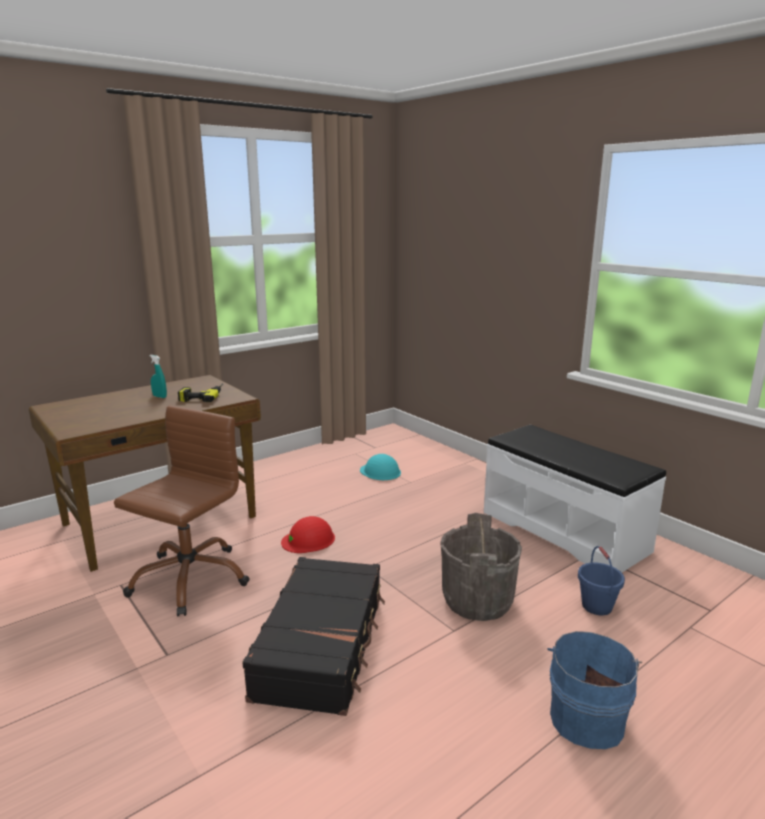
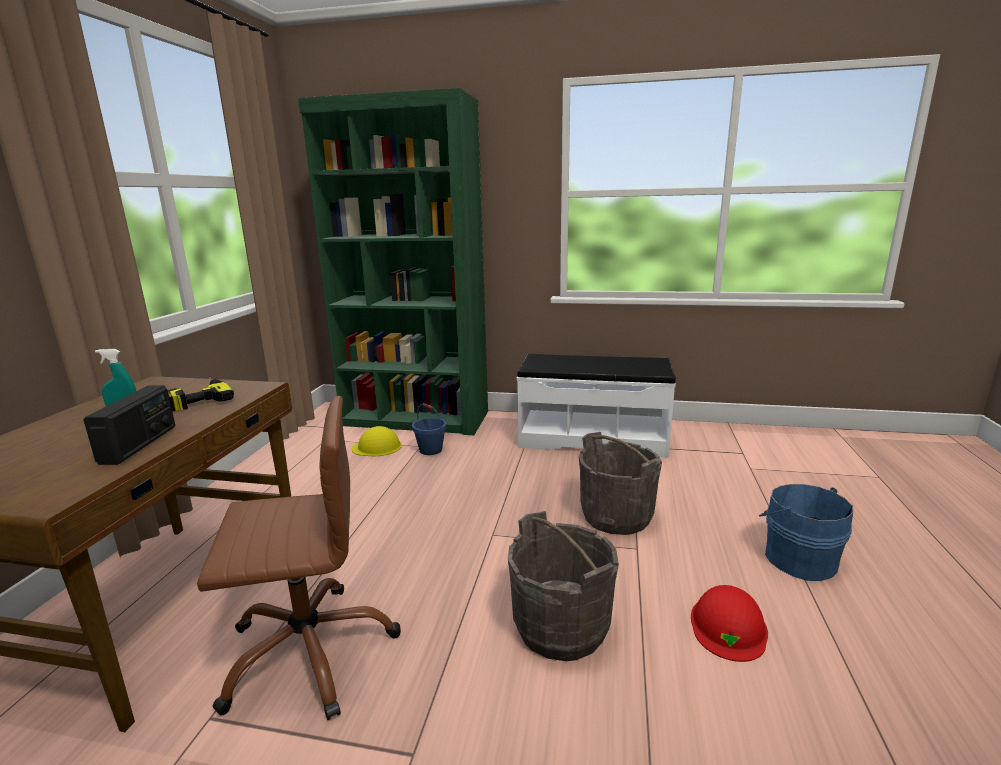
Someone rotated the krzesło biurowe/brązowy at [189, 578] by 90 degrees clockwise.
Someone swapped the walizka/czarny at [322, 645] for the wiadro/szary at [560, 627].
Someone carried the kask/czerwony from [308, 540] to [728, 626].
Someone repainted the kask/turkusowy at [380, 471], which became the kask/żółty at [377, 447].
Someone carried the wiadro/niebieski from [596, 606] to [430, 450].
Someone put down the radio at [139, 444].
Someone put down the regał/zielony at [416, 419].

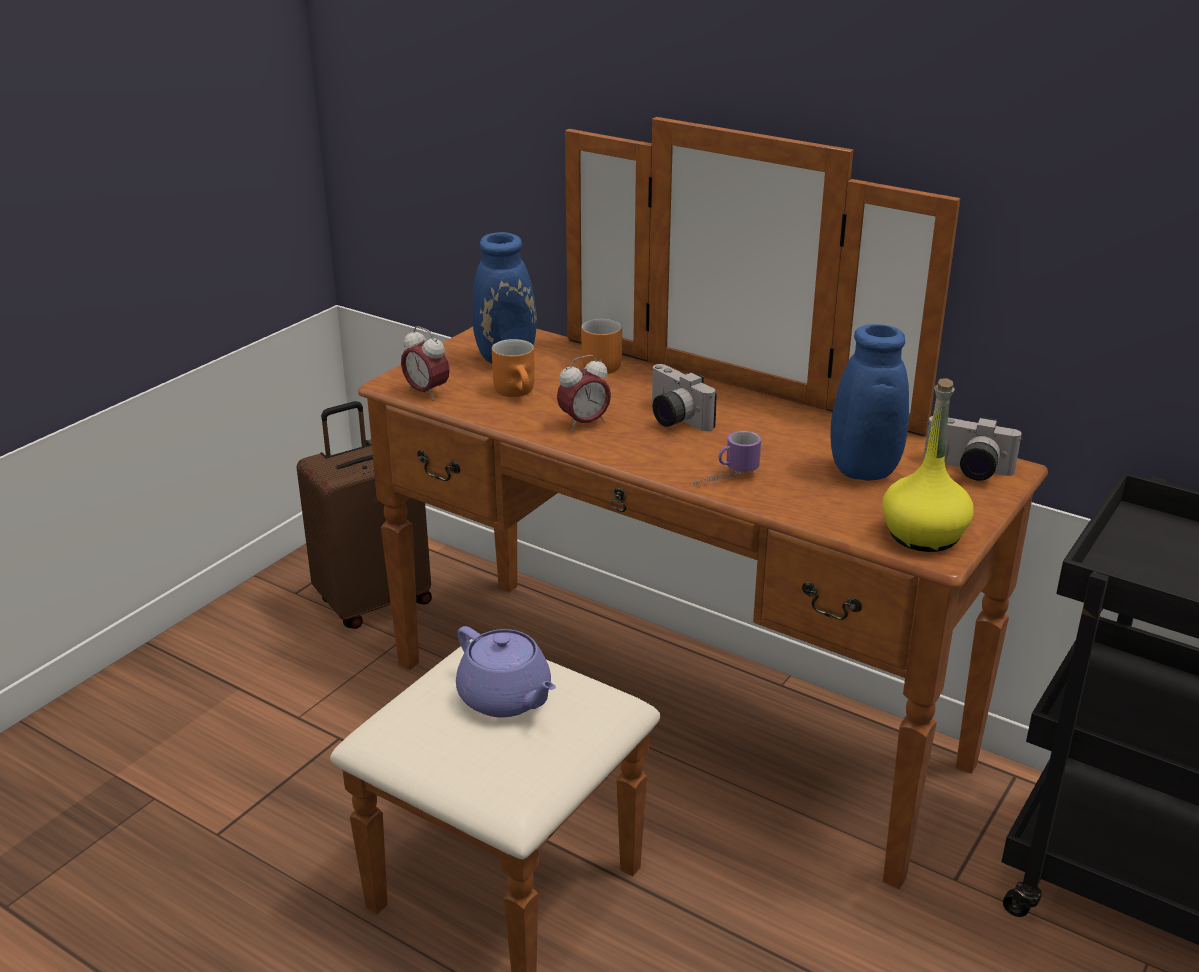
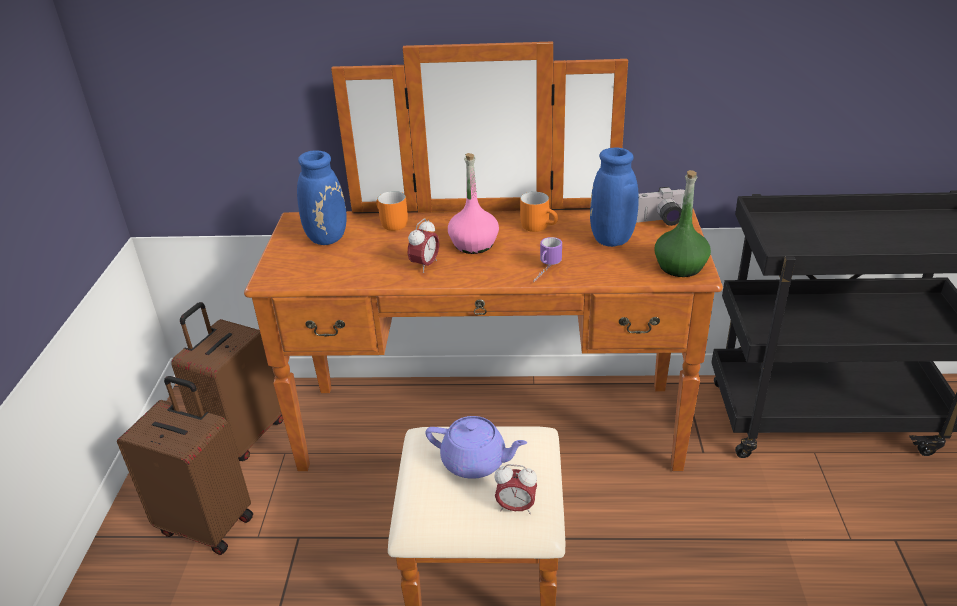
Someone carried the budzik from [426, 393] to [516, 507].
Someone carried the kubek/pomarańczowy from [519, 392] to [539, 226].
Someone swapped the aparat fotograficzny at [672, 419] for the butelka/różowy at [474, 244].
Someone repainted the butelka/żółty at [924, 535], which became the butelka/zielony at [680, 266].
Someone put down the walizka/brązowy at [208, 523].

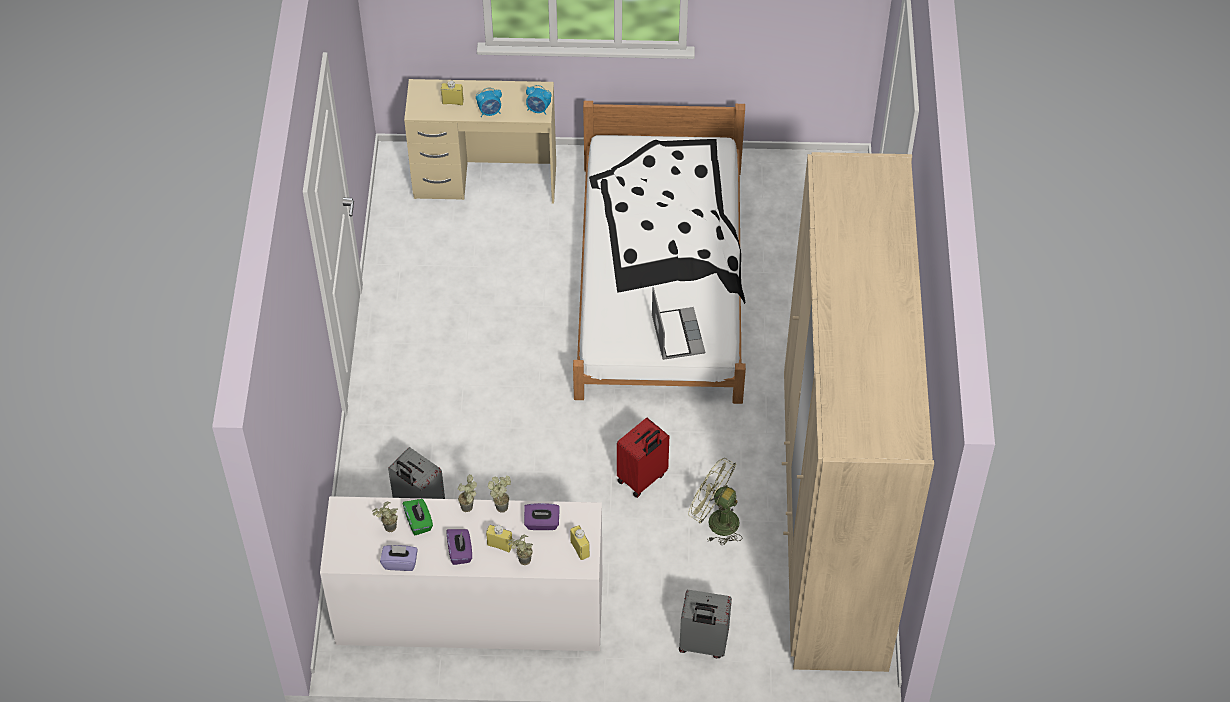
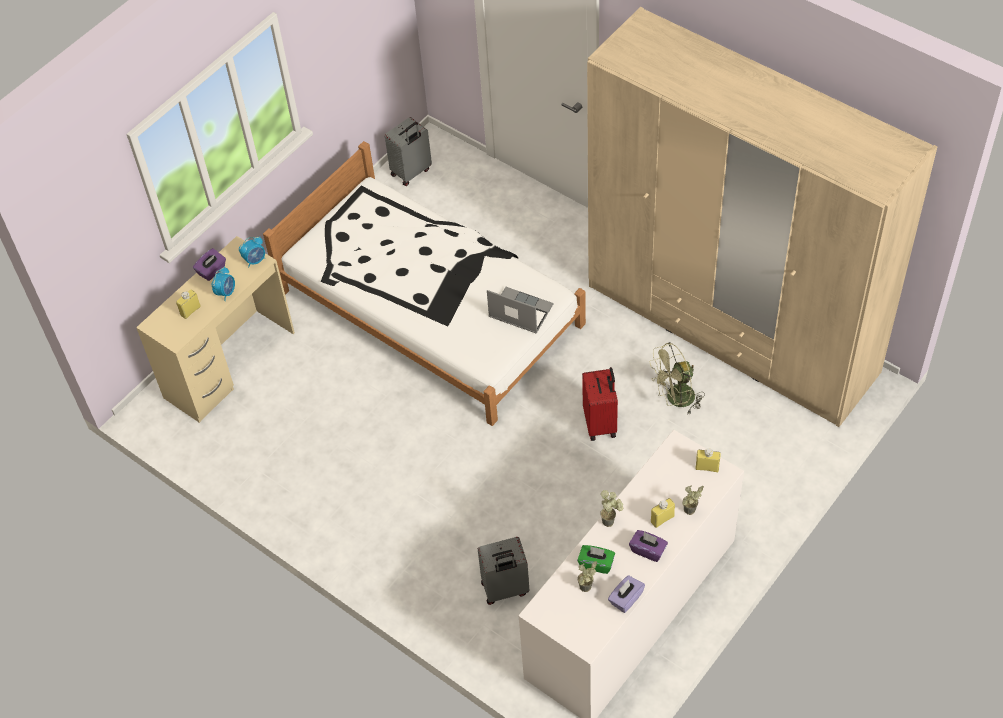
Someone took away the roślina doniczkowa at [502, 504].
Someone carried the pudełko chusteczek/fioletowy from [542, 523] to [212, 271].
Someone carried the walizka/szary from [702, 644] to [411, 172].

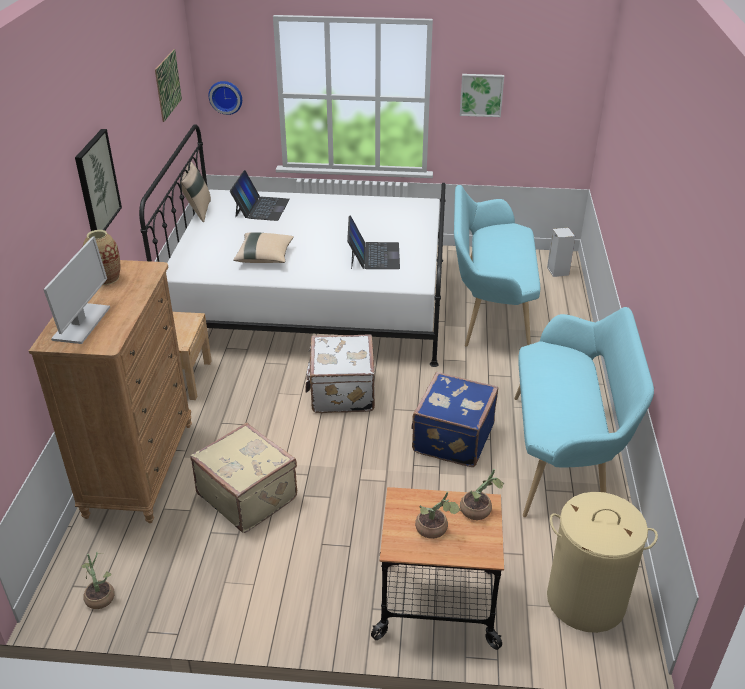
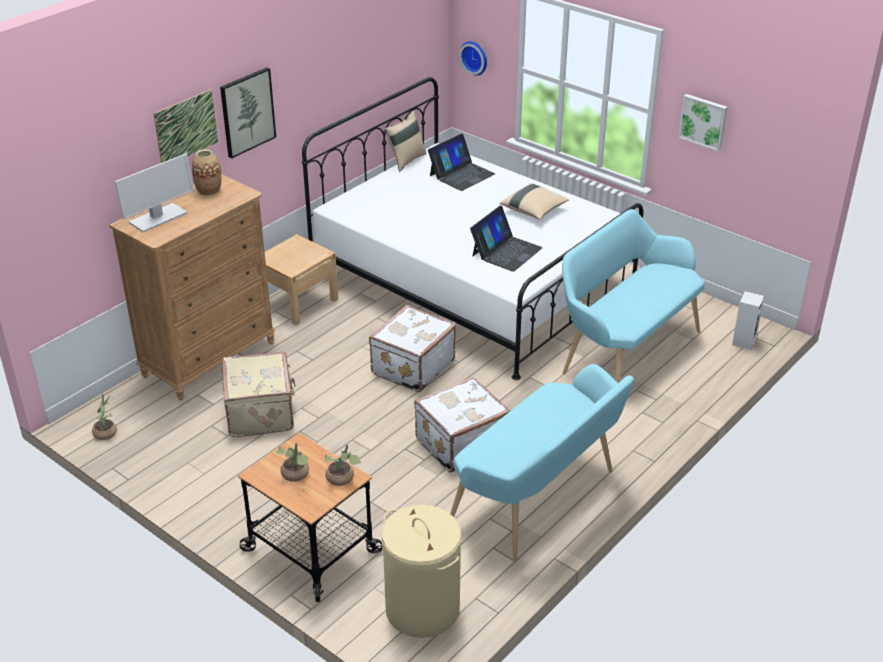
Someone carried the obraz from [168, 85] to [186, 127].
Someone carried the poduszka/beżowy from [265, 257] to [534, 210].
Someone repainted the walizka/niebieski at [451, 438], which became the walizka/biały at [459, 443].

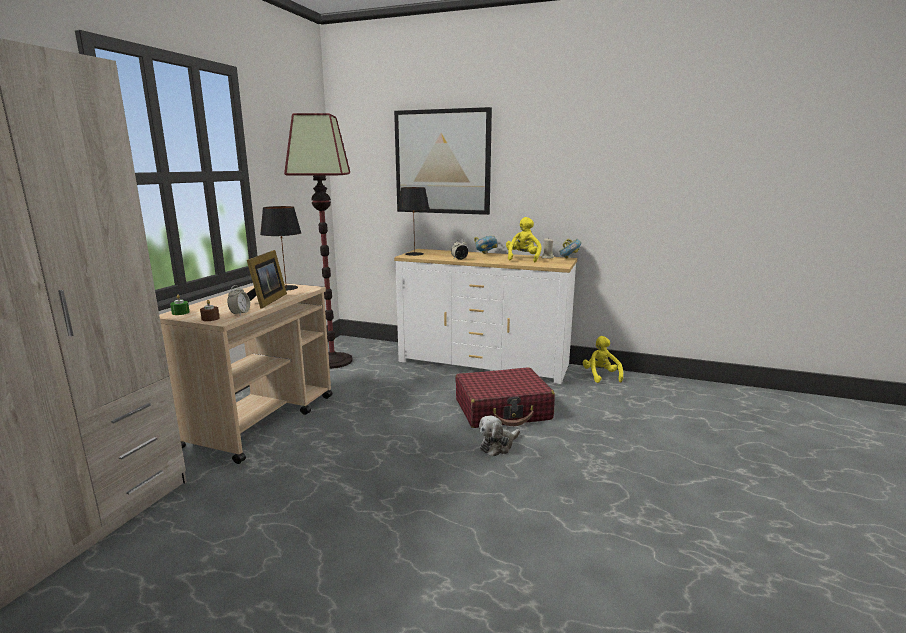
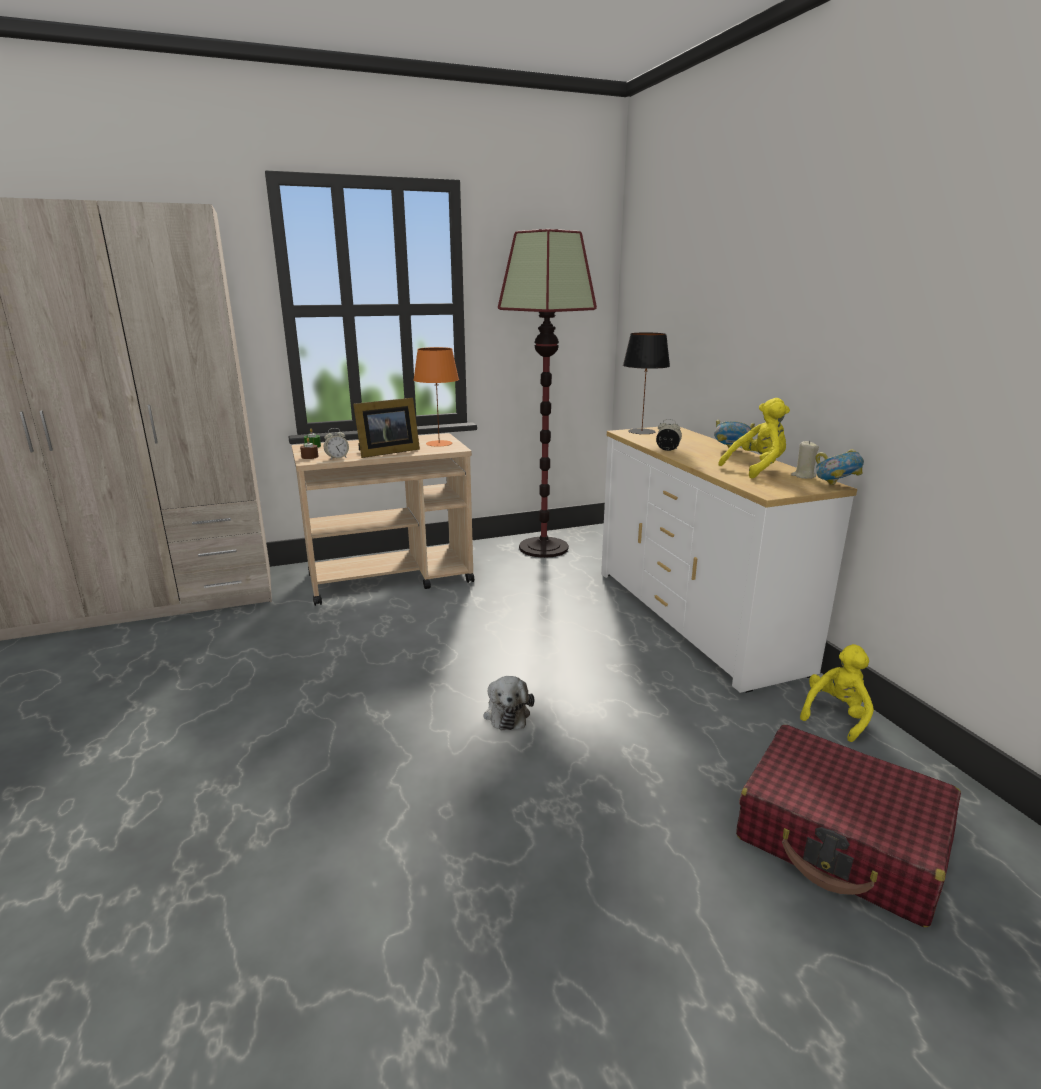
Someone repainted the lampa stołowa/czarny at [286, 288], which became the lampa stołowa/pomarańczowy at [439, 443].
Someone took away the obraz at [442, 162].
Someone carried the walizka/czerwony from [503, 410] to [841, 839].
Someone rotated the pluszak at [498, 446] by 105 degrees counterclockwise.

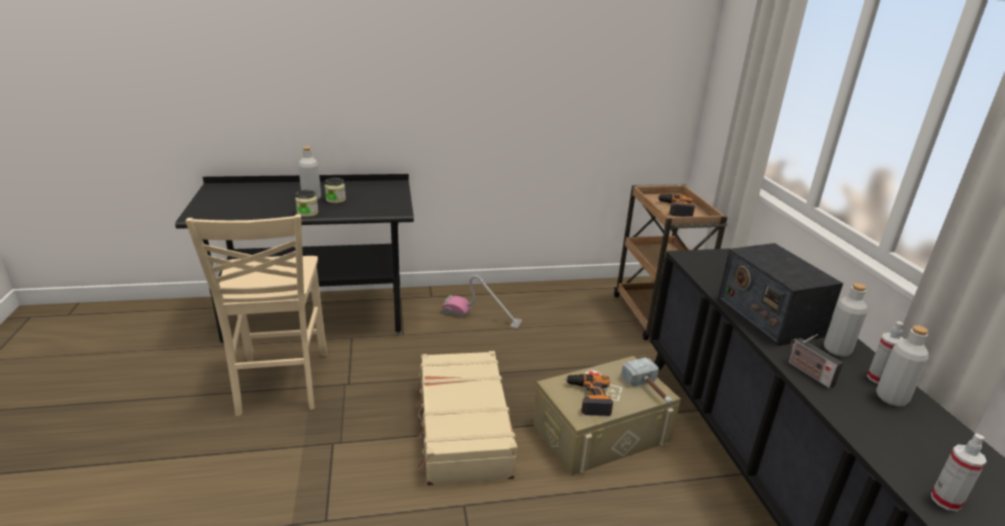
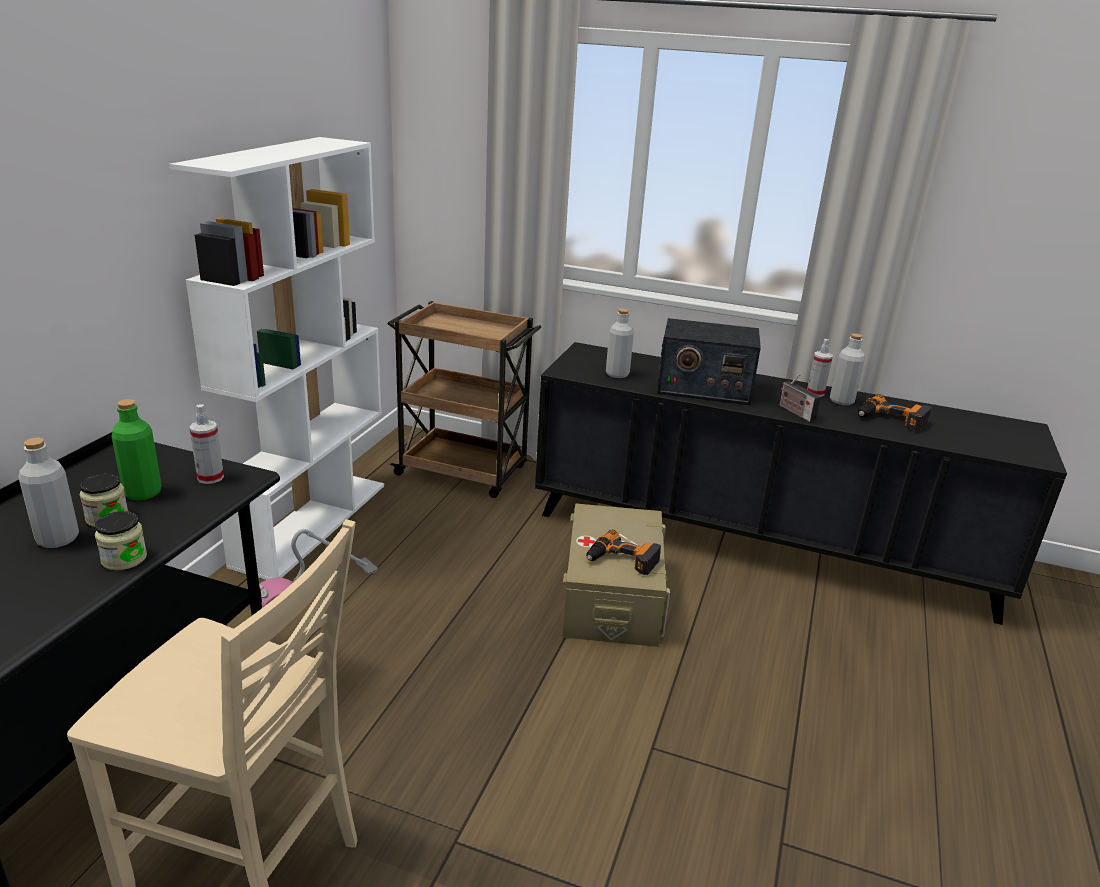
Someone took away the walizka/beżowy at [462, 427].
Someone took away the młotek at [649, 390].
Someone carried the wiertarka from [675, 209] to [891, 420].
Someone rotated the radio at [808, 373] by 60 degrees clockwise.
Someone carried the butelka/szary from [837, 350] to [617, 374].
Someone carried the spryskiwacz from [945, 500] to [210, 477].
Someone put down the butelka/zielony at [143, 493].
Someone put down the regał/biały at [311, 523].

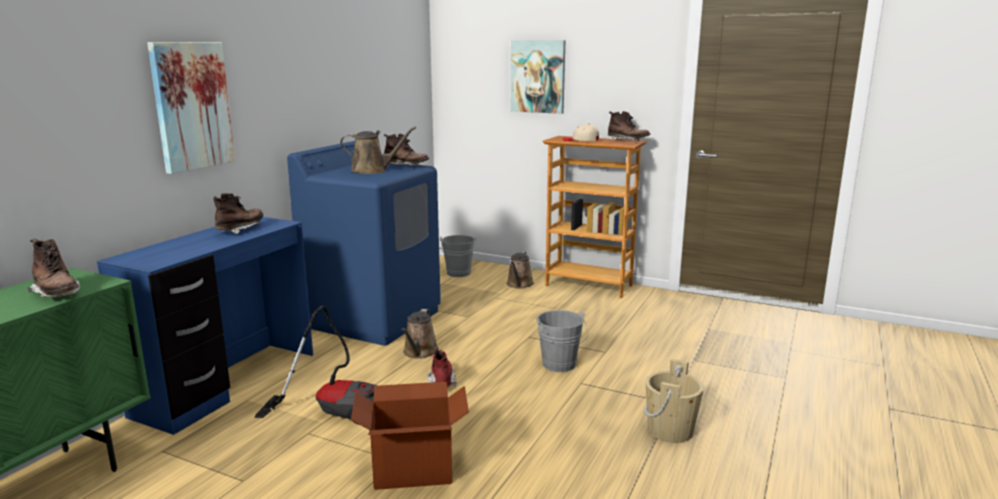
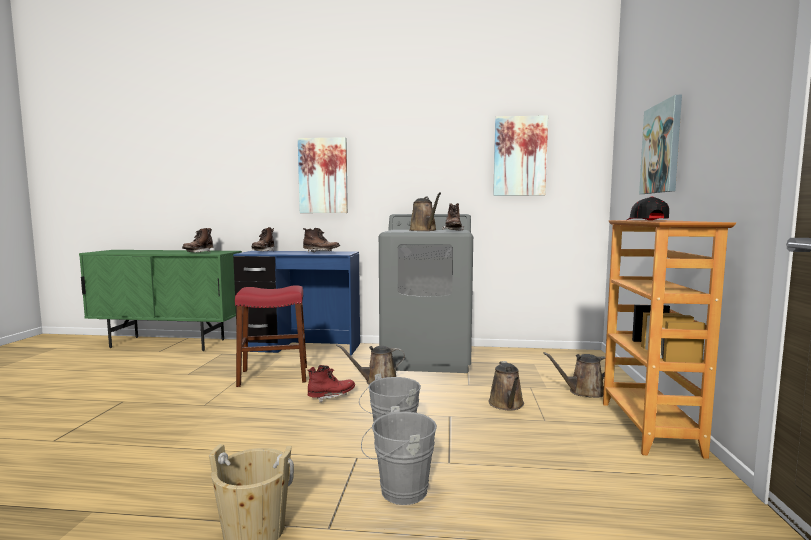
Someone swapped the odkurzacz at [334, 410] for the stołek/czerwony at [273, 376].
Someone repainted the pralka/niebieski at [374, 318], which became the pralka/szary at [428, 358].
Someone took away the karton at [413, 469].
Someone carried the wiadro/szary from [458, 274] to [398, 491].
Someone repainted the czapka z daszkiem/beżowy at [581, 140], which became the czapka z daszkiem/czarny at [646, 220].
Someone carried the but z cholewką/brązowy from [627, 141] to [263, 251].
Someone put down the konewka/brązowy at [507, 405].
Someone put up the obraz at [519, 156].

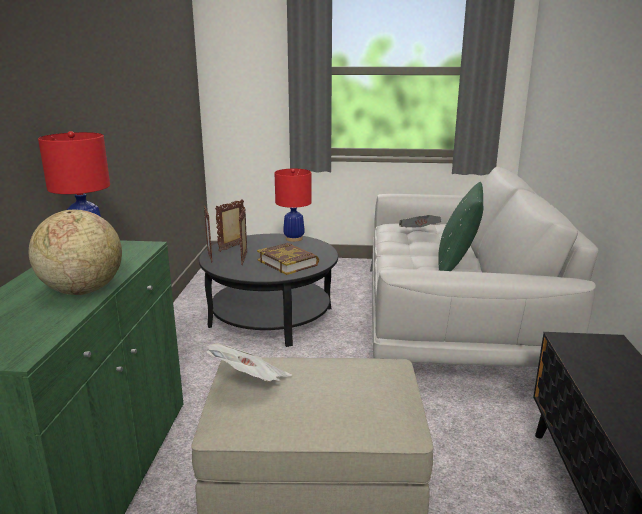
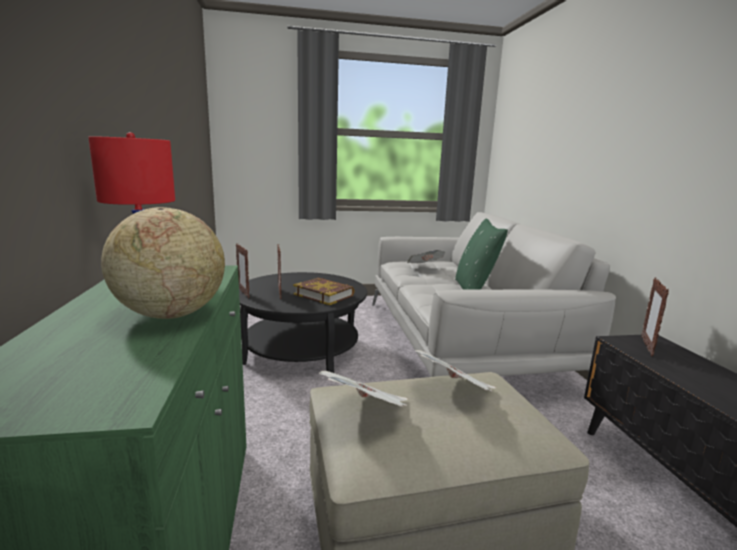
Someone carried the ramka na zdjęcie from [232, 247] to [647, 346].
Someone took away the lampa stołowa/czerwony at [294, 238].
Someone put down the gazeta at [455, 391].

